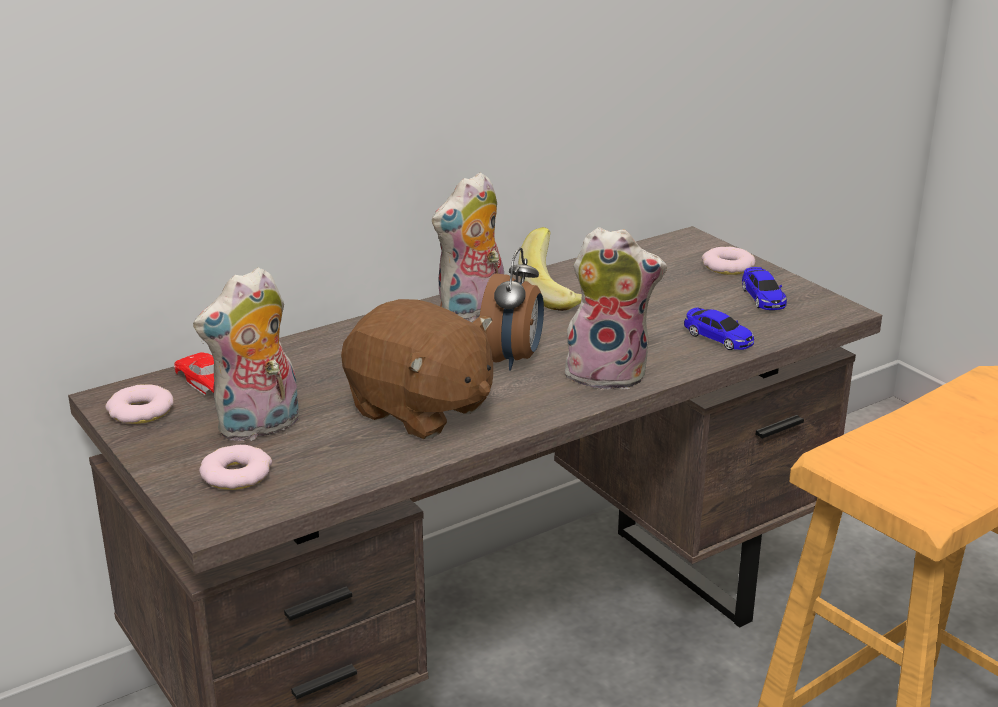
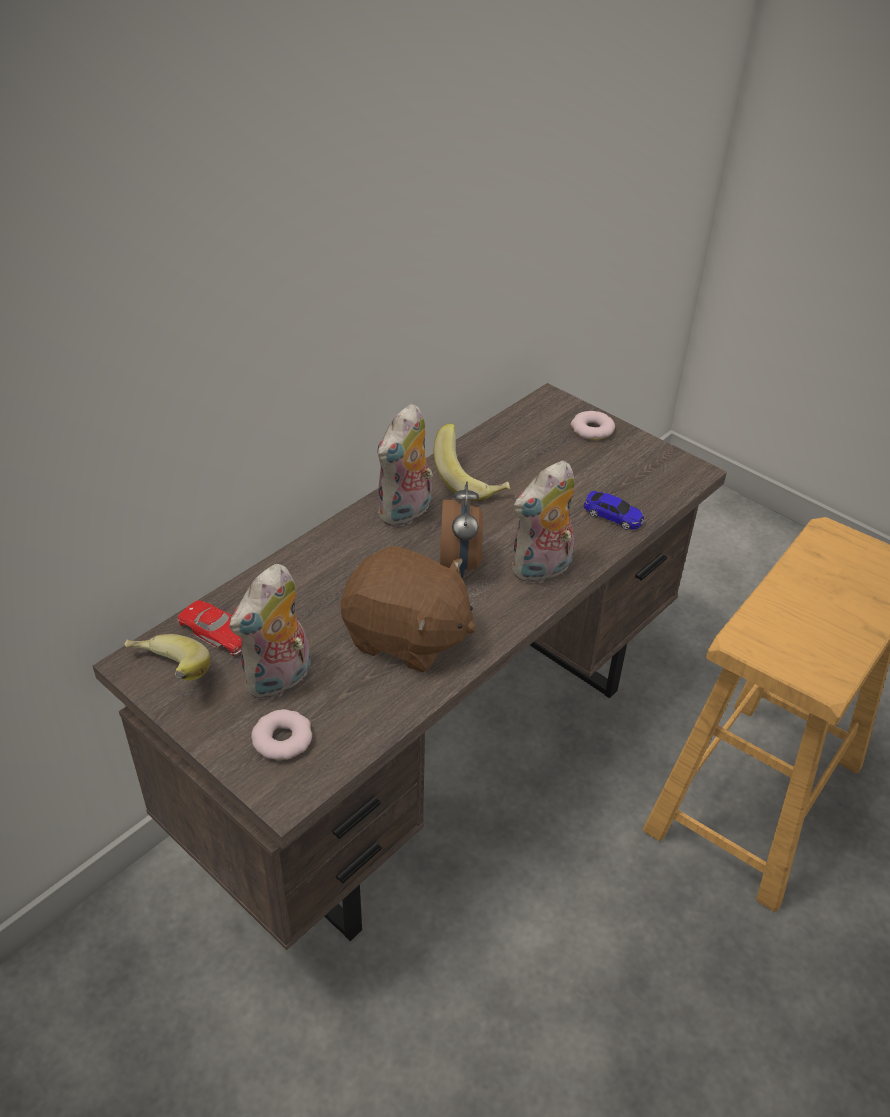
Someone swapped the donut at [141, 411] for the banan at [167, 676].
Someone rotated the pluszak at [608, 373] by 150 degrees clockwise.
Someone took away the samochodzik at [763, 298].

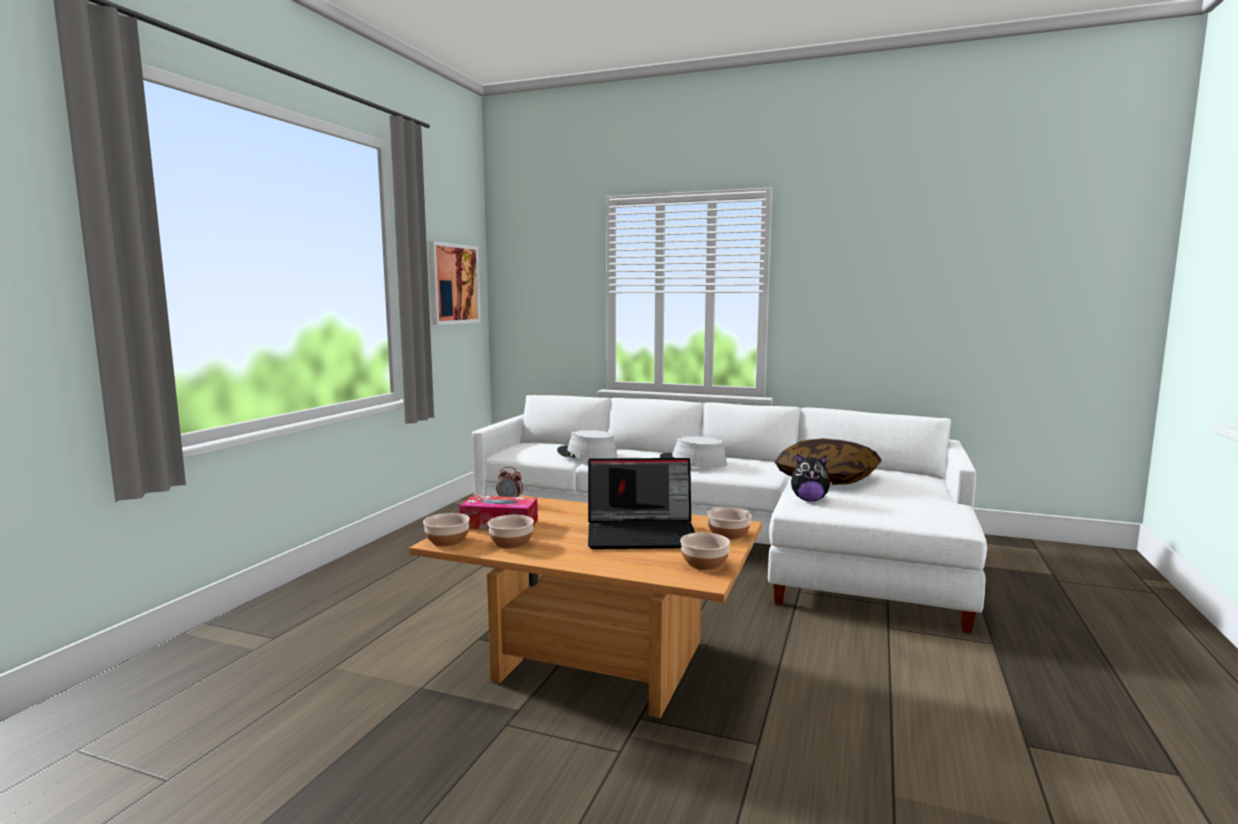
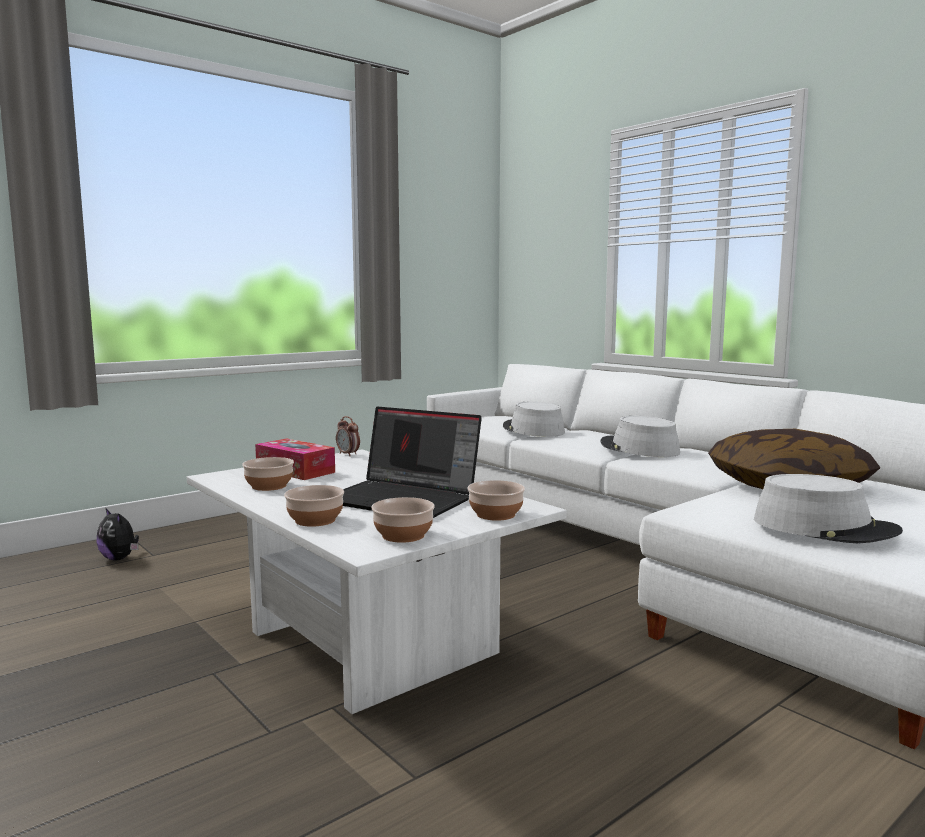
Someone repainted the ława/brązowy at [595, 663], which became the ława/biały at [363, 643].
Someone carried the miska from [447, 540] to [315, 520].
Someone took away the obraz at [453, 284].
Someone carried the pluszak from [809, 500] to [120, 558].
Someone put down the kapelusz/szary at [824, 527].

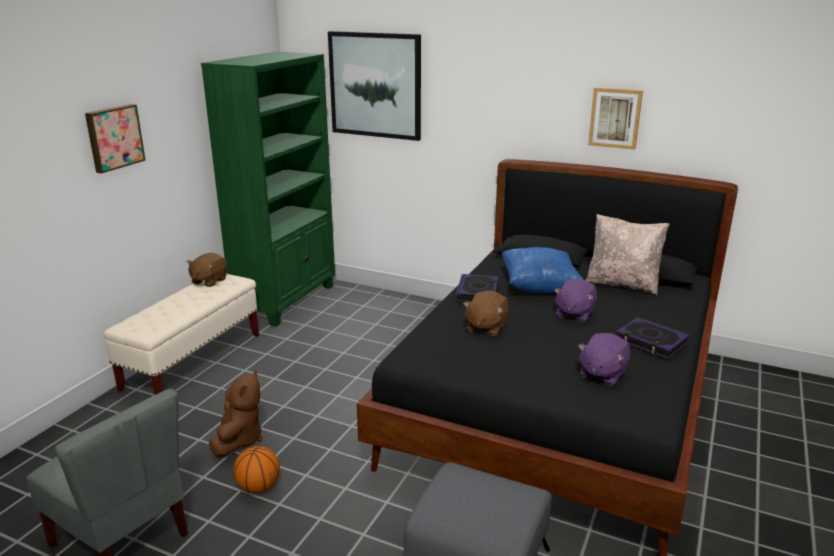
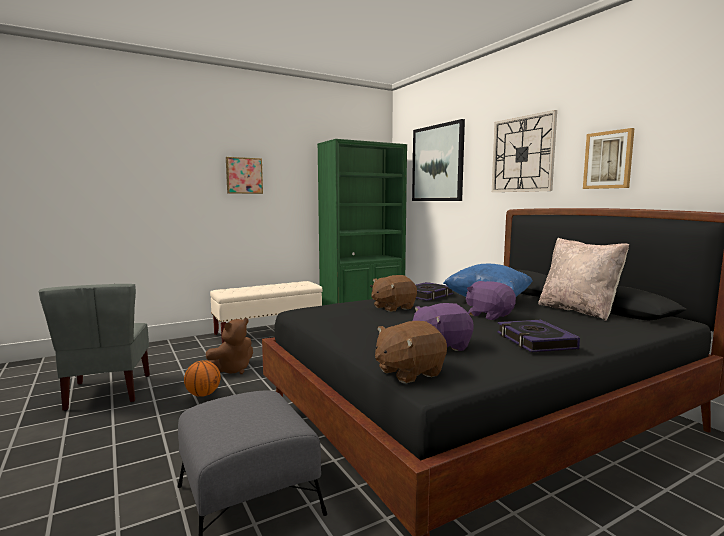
Someone carried the pluszak/brązowy from [209, 281] to [408, 372].
Someone rotated the pluszak/fioletowy at [574, 314] by 75 degrees clockwise.
Someone put up the zegar ścienny at [522, 154].

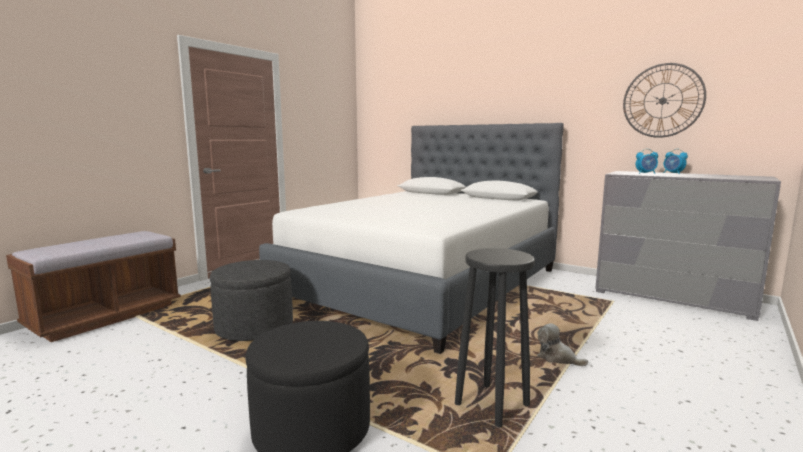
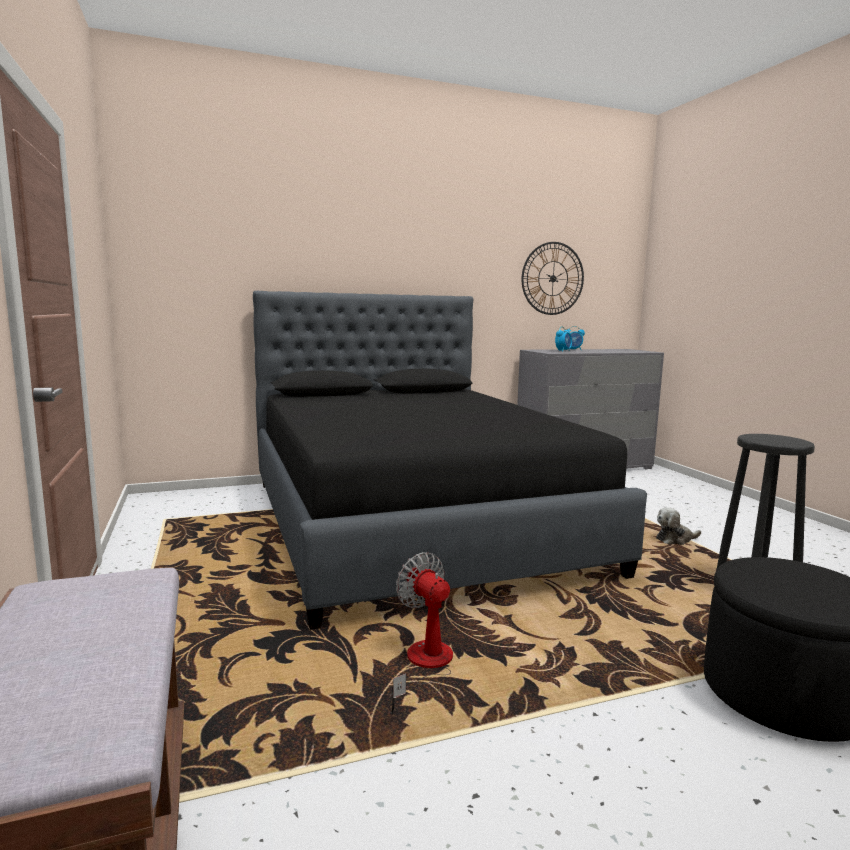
Someone swapped the pufa/szary at [254, 327] for the wentylator at [424, 666].
Someone repainted the łóżko/biały at [423, 284], which became the łóżko/czarny at [412, 523].

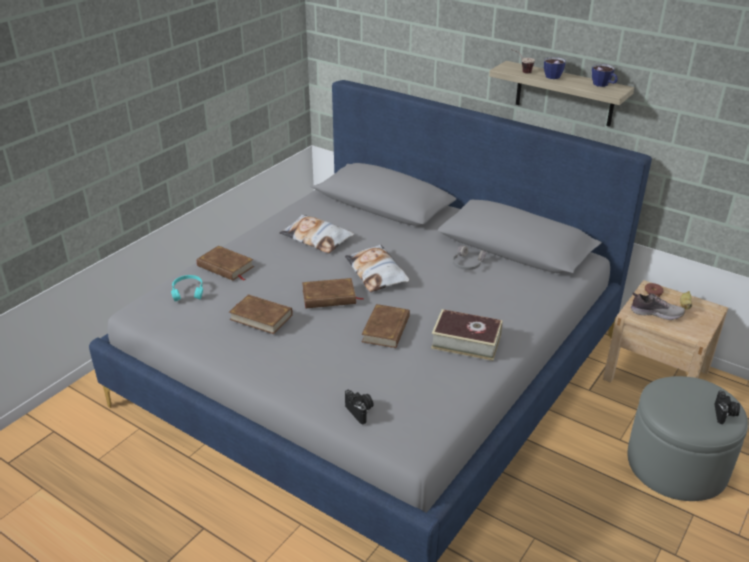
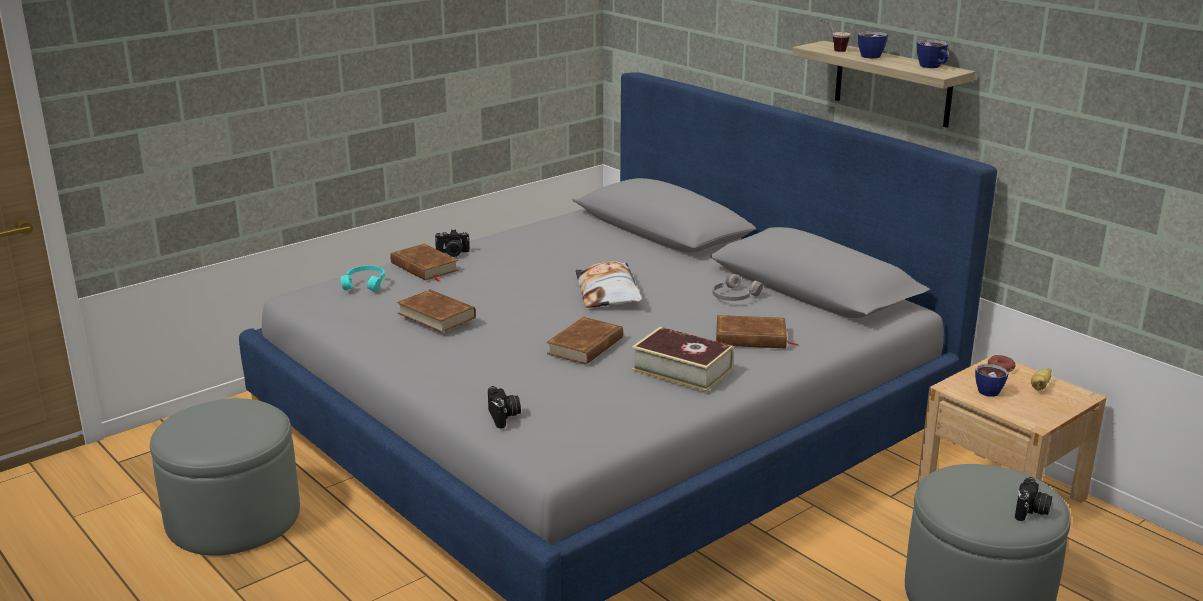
Someone took away the poduszka at [316, 238].
Someone carried the książka/brązowy from [329, 297] to [751, 338].
Someone swapped the but at [655, 313] for the filiżanka at [990, 390].
Someone put down the pufa/szary at [233, 517].
Someone put down the aparat fotograficzny at [452, 253].

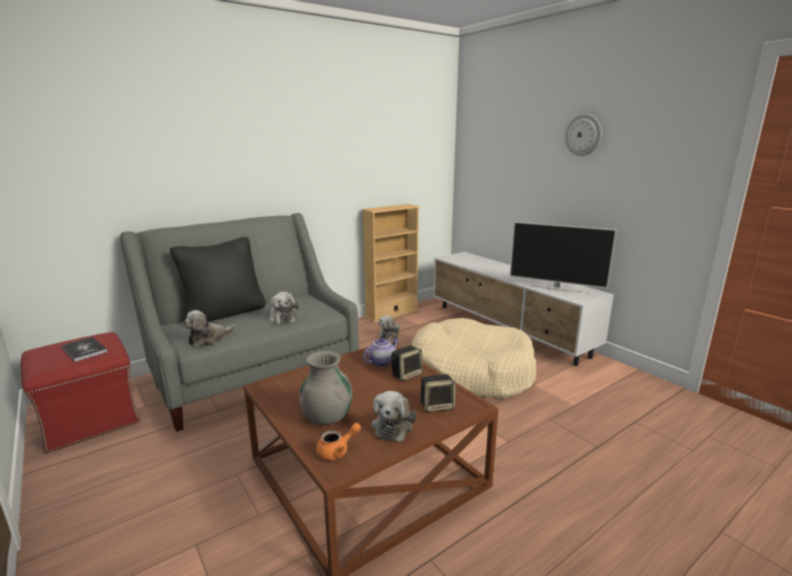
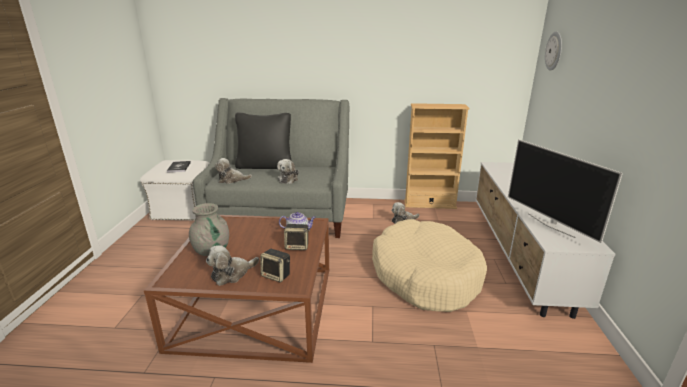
Someone repainted the pufa/czerwony at [89, 420], which became the pufa/biały at [183, 210].
Someone took away the imbryk/pomarańczowy at [337, 451].
Someone carried the zegar ścienny from [583, 135] to [554, 51].

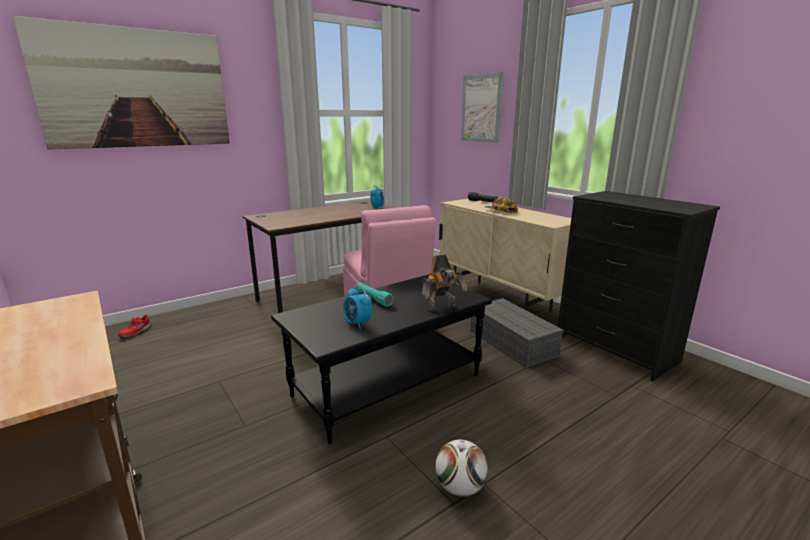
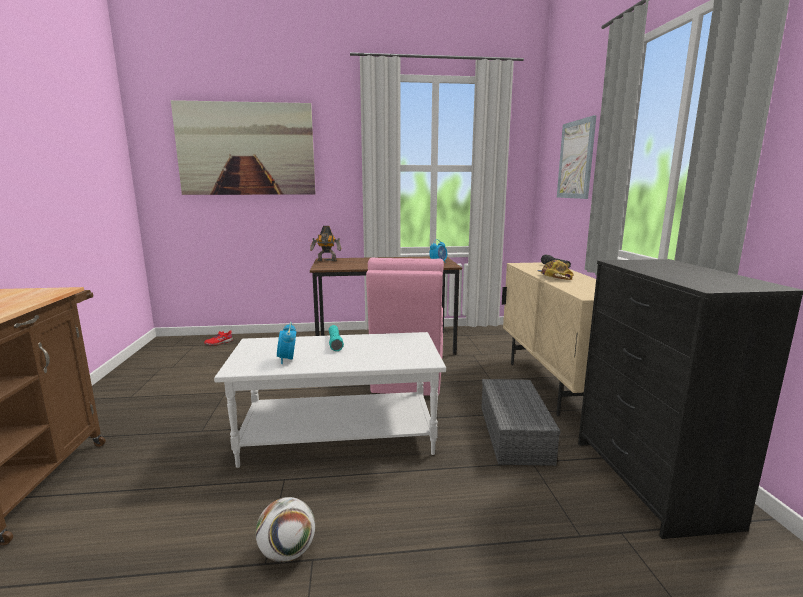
Someone repainted the ława/czarny at [387, 384], which became the ława/biały at [339, 435].
Someone carried the robot zabawkowy from [442, 308] to [326, 261].

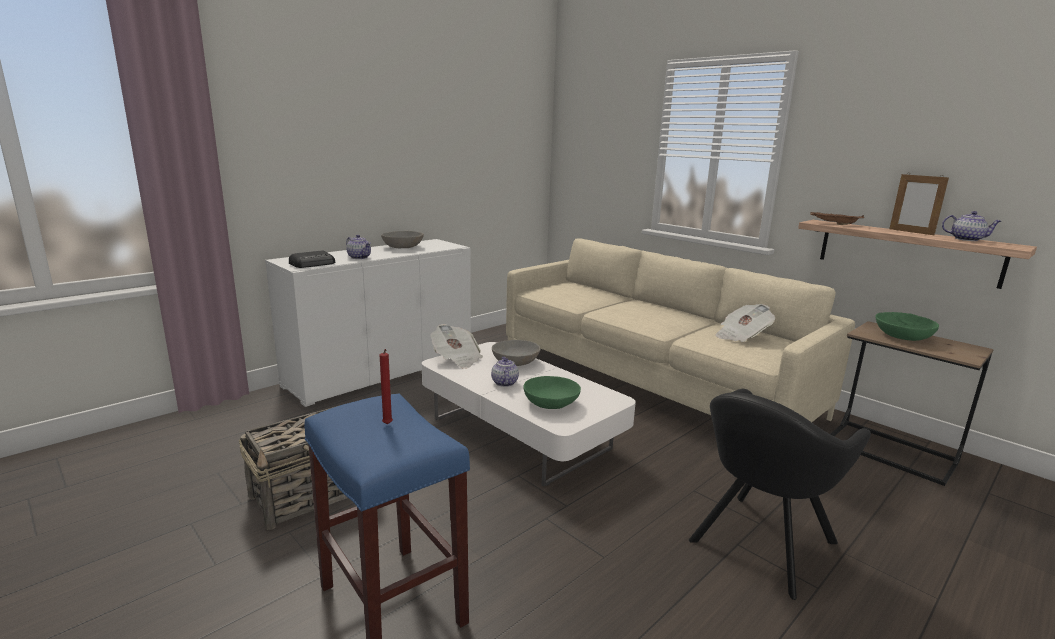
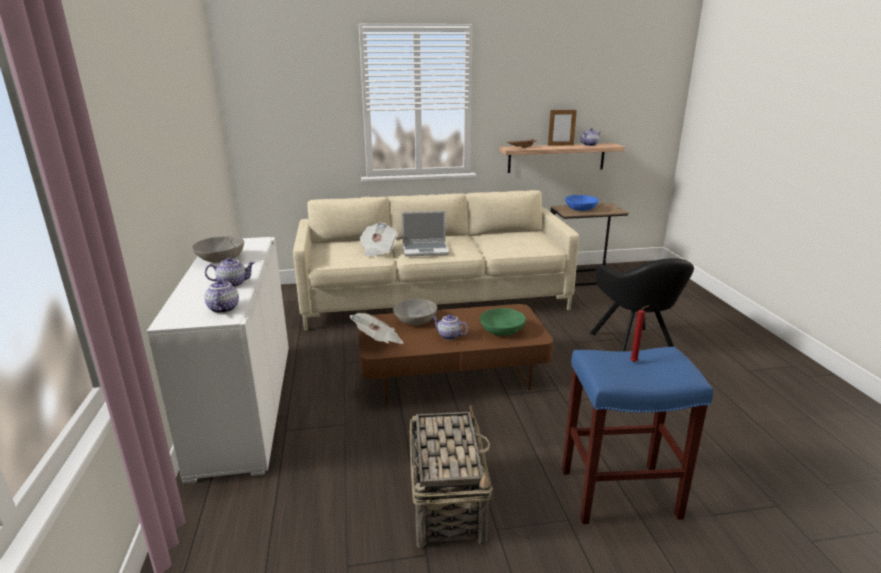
Someone swapped the radio at [313, 264] for the imbryk at [223, 308].
Someone repainted the ława/biały at [520, 434], which became the ława/brązowy at [451, 373].
Someone carried the gazeta from [741, 336] to [378, 250].
Someone repainted the miska/zielony at [902, 336], which became the miska/niebieski at [580, 209].
Someone put down the laptop at [426, 250].

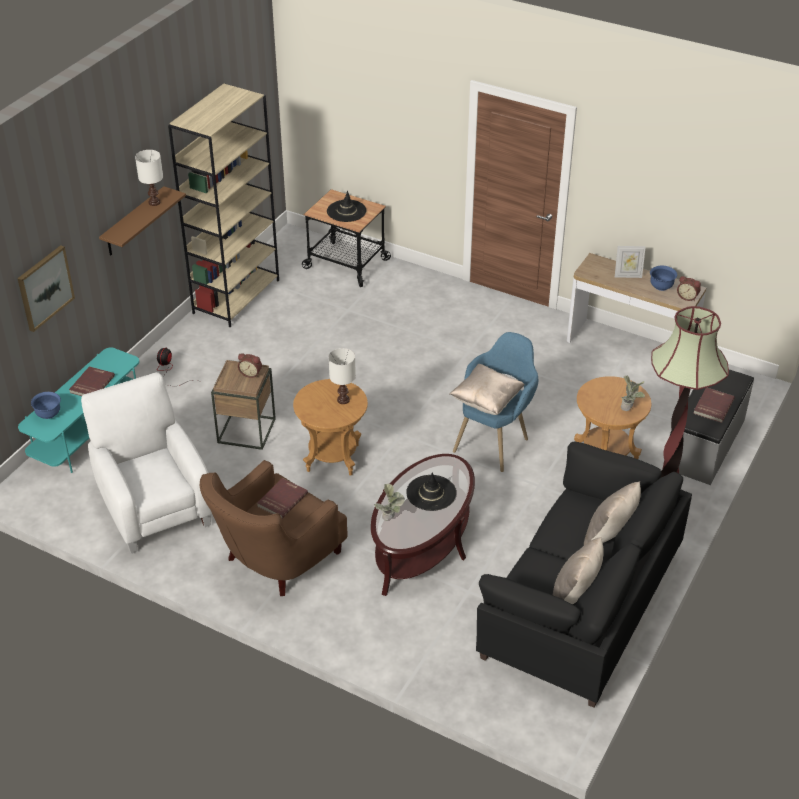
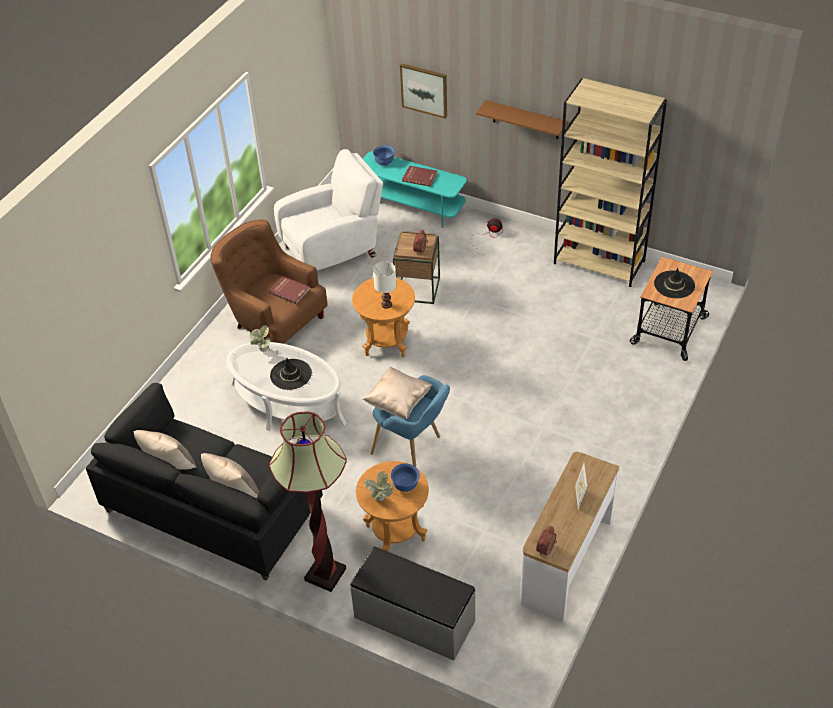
Someone took away the lampa stołowa/biały at [154, 202].
Someone repainted the ława/brązowy at [423, 541], which became the ława/biały at [288, 403].
Someone carried the miska/niebieski from [661, 287] to [405, 485].
Someone took away the książka/czerwony at [712, 406].

